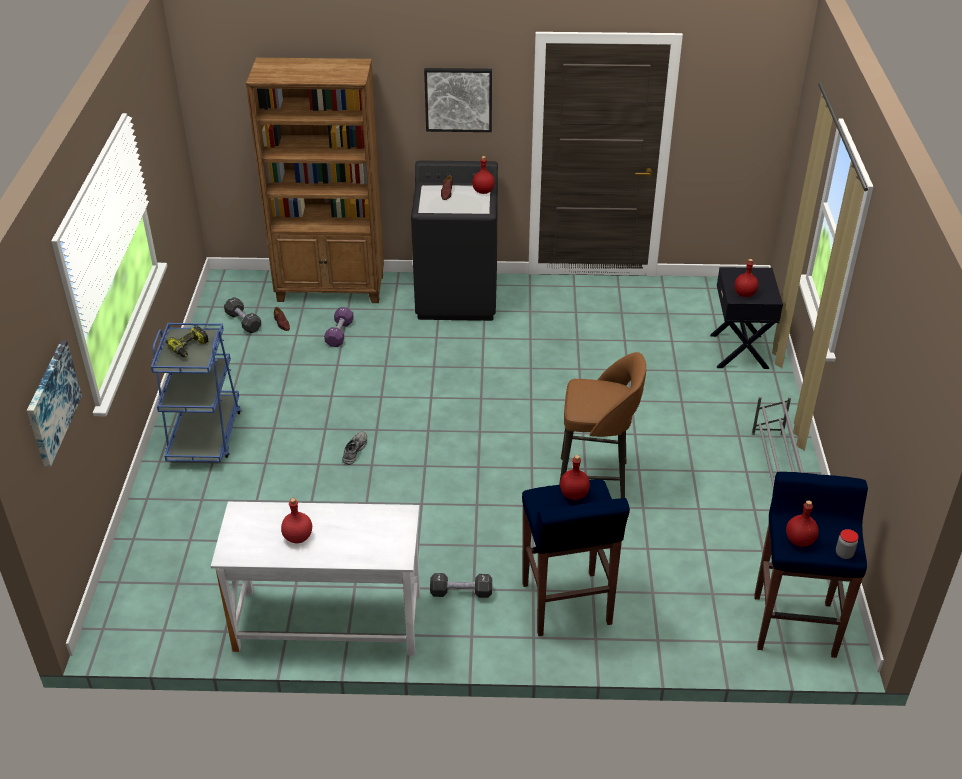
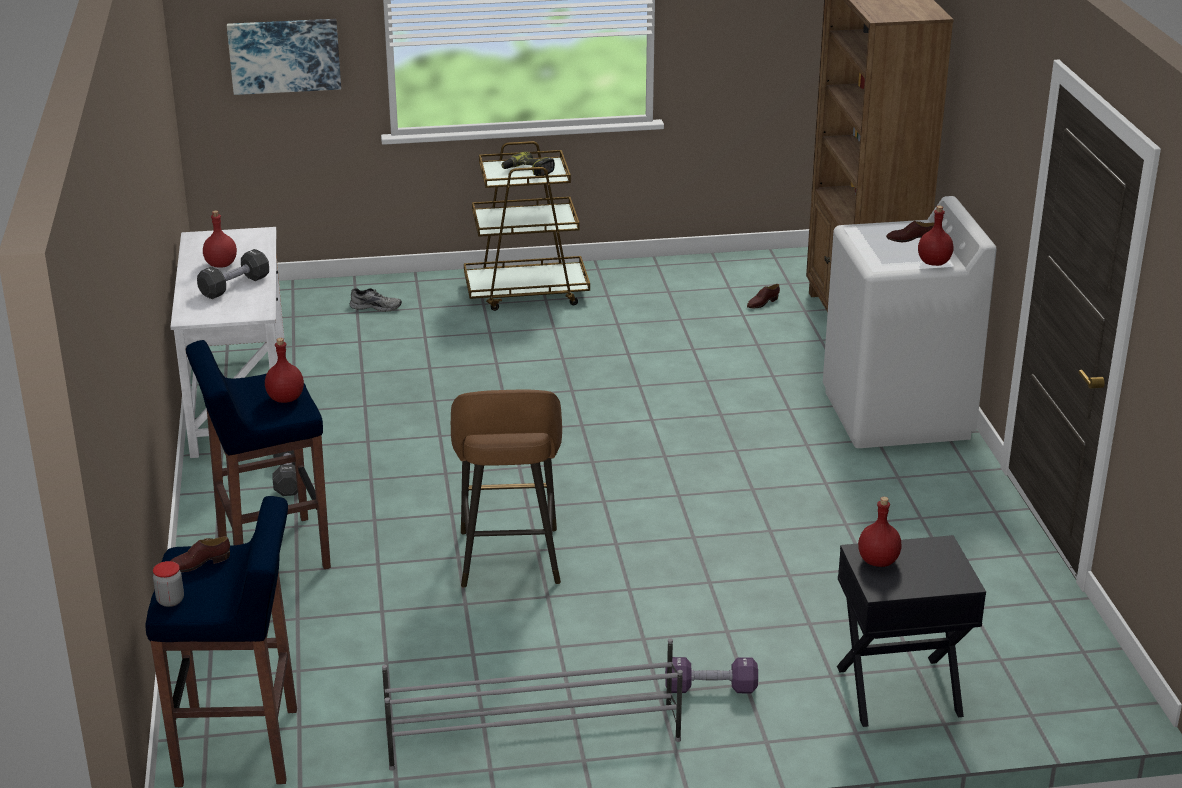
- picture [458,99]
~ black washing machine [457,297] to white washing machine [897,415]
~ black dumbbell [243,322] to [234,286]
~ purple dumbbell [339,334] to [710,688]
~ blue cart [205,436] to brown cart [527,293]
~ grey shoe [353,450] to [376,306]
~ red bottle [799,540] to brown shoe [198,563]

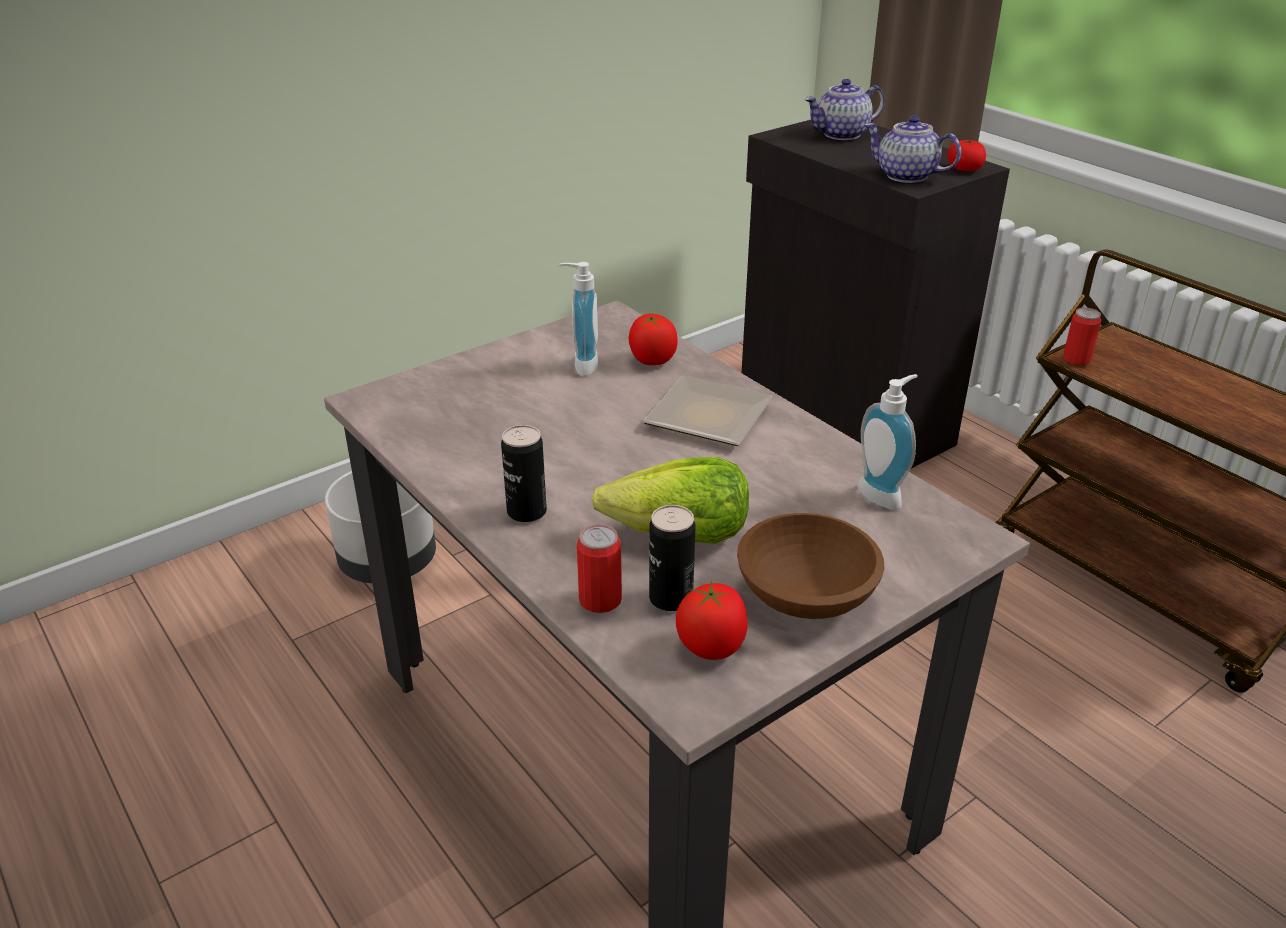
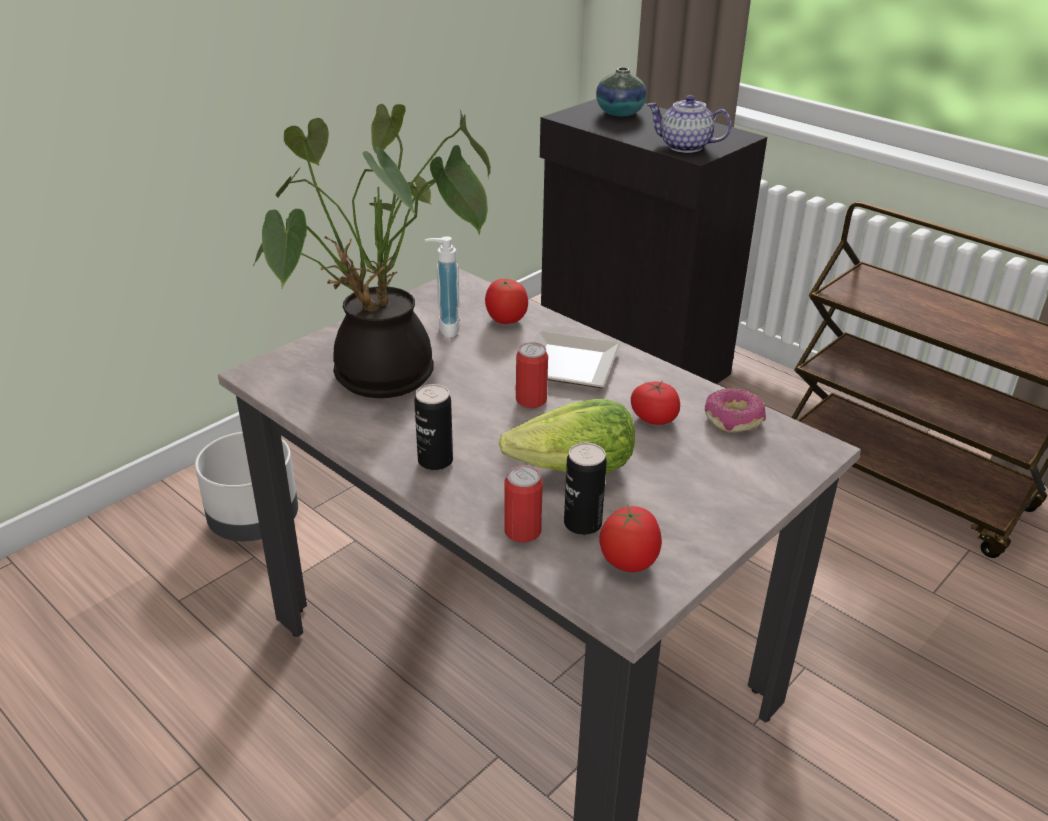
~ teapot [841,134] to vase [620,113]
~ tomato [964,169] to [654,417]
~ can [1076,359] to [531,400]
~ soap dispenser [883,494] to donut [733,419]
- brown bowl [803,594]
+ potted plant [382,381]

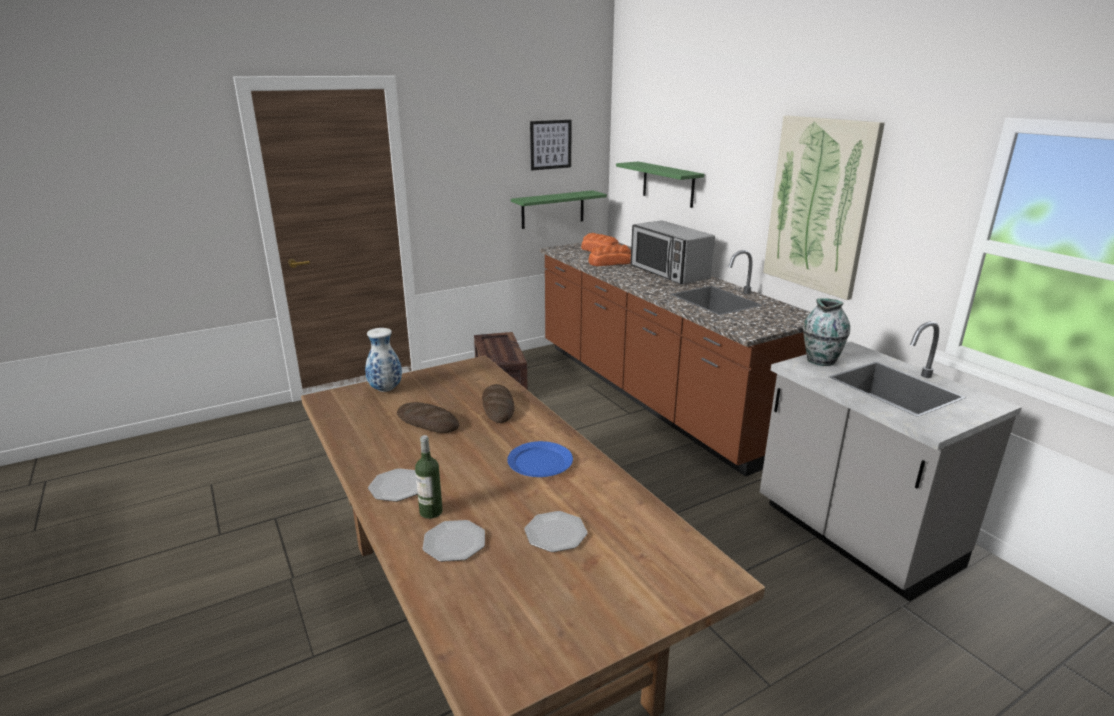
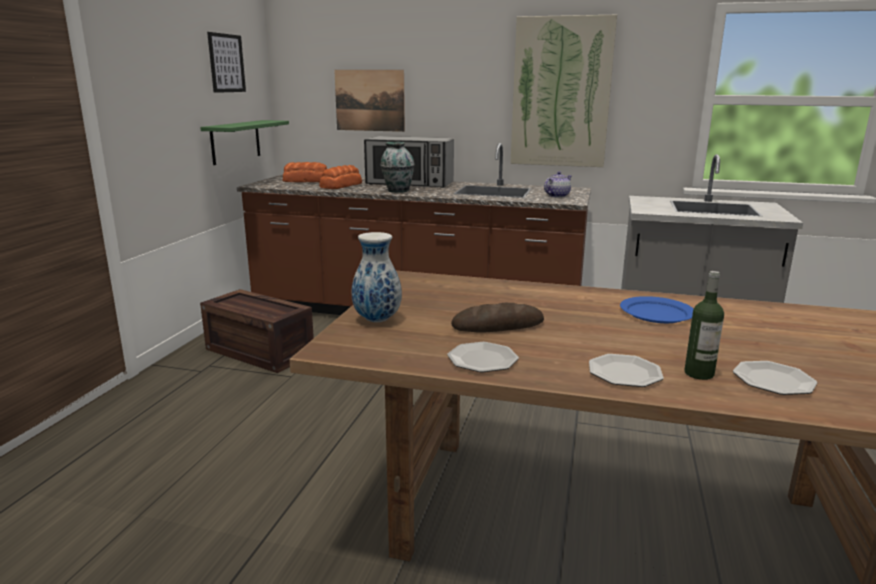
~ green shelf [668,184] to picture [369,100]
~ vase [821,360] to [398,190]
- bread [498,407]
~ plate [555,533] to [482,360]
+ teapot [556,196]

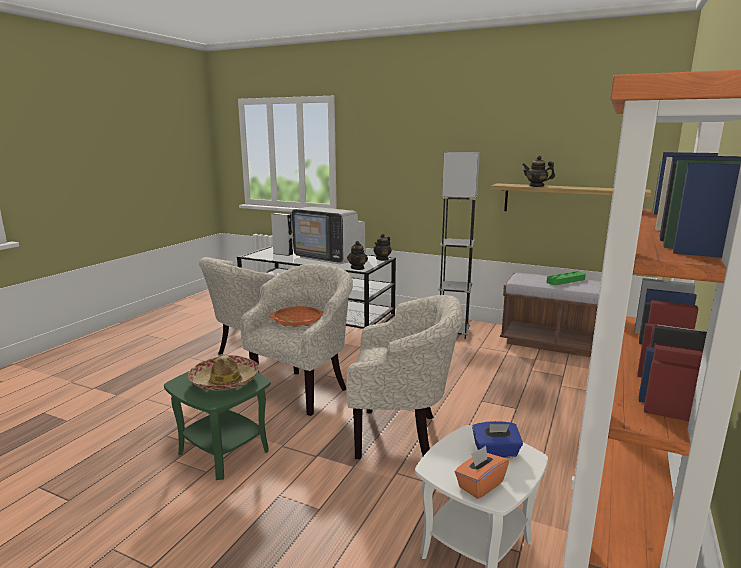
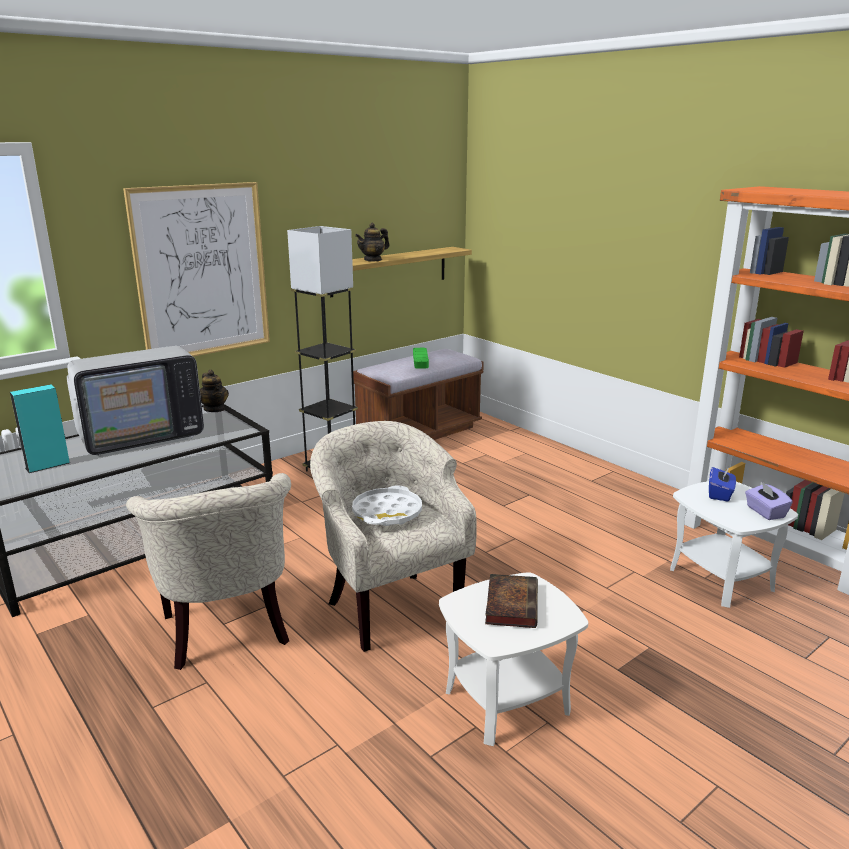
~ grey speaker [283,254] to turquoise speaker [48,465]
- teapot [357,268]
- beige armchair [402,436]
~ orange tray [297,320] to white tray [387,513]
~ hat [225,381] to book [511,603]
~ green side table [224,451] to white side table [507,700]
~ orange tissue box [480,485] to purple tissue box [765,512]
+ picture [202,271]

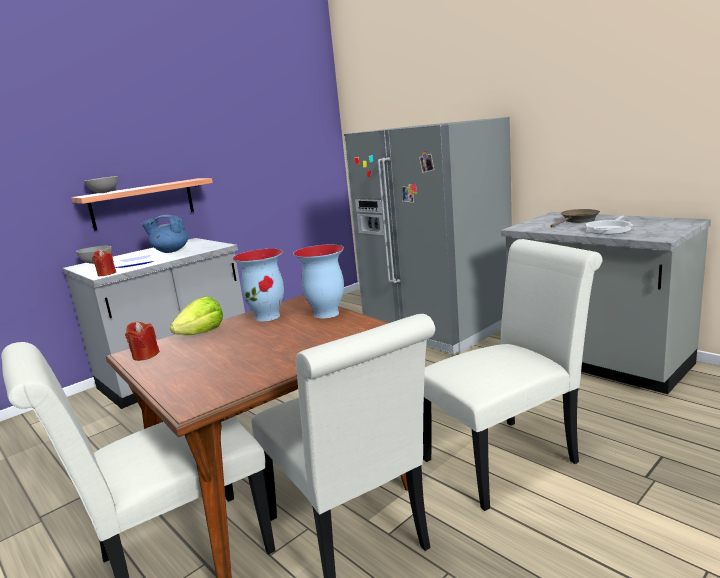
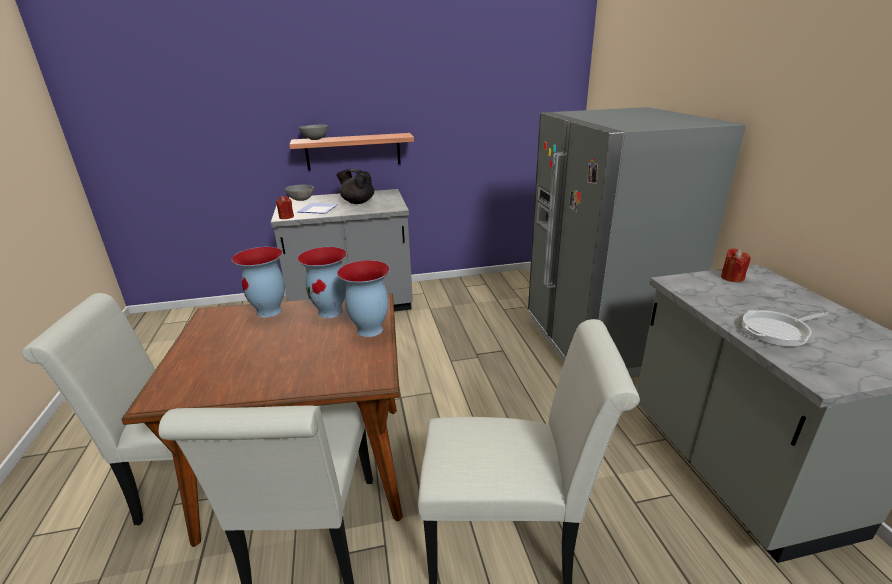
- brown frying pan [578,220]
~ blue teapot [170,251] to black teapot [357,202]
~ lettuce [202,333] to vase [270,311]
~ red candle [145,355] to [732,278]

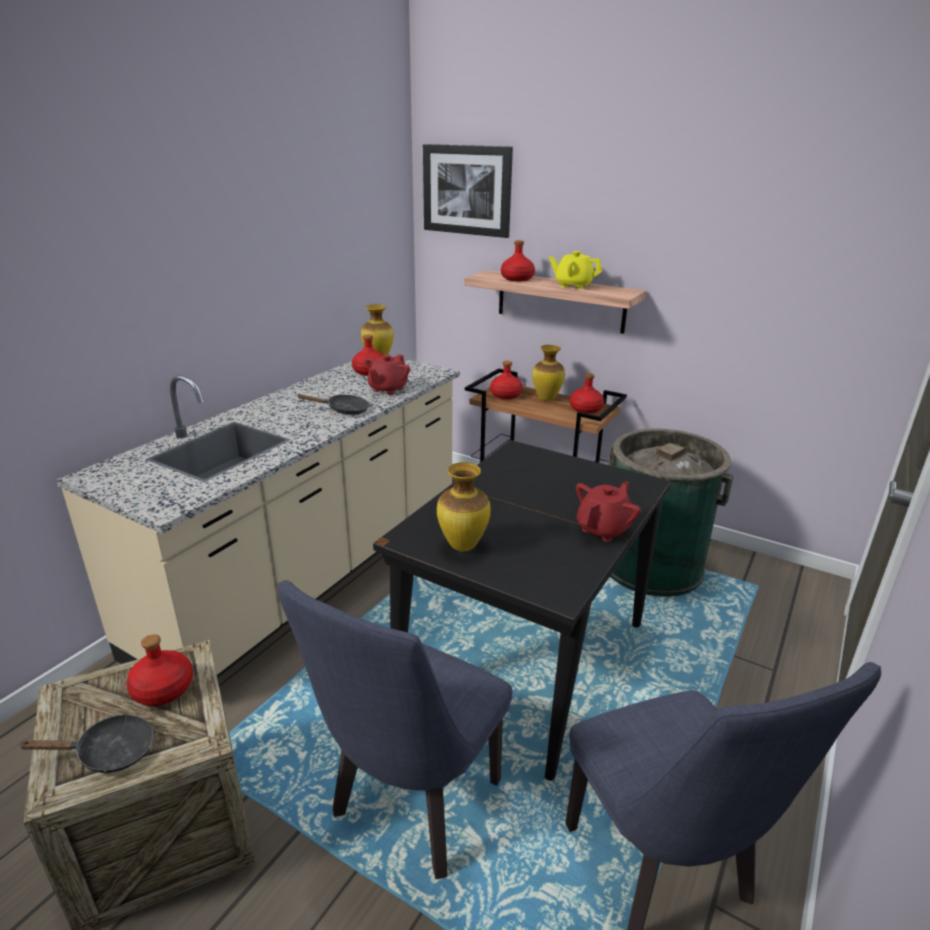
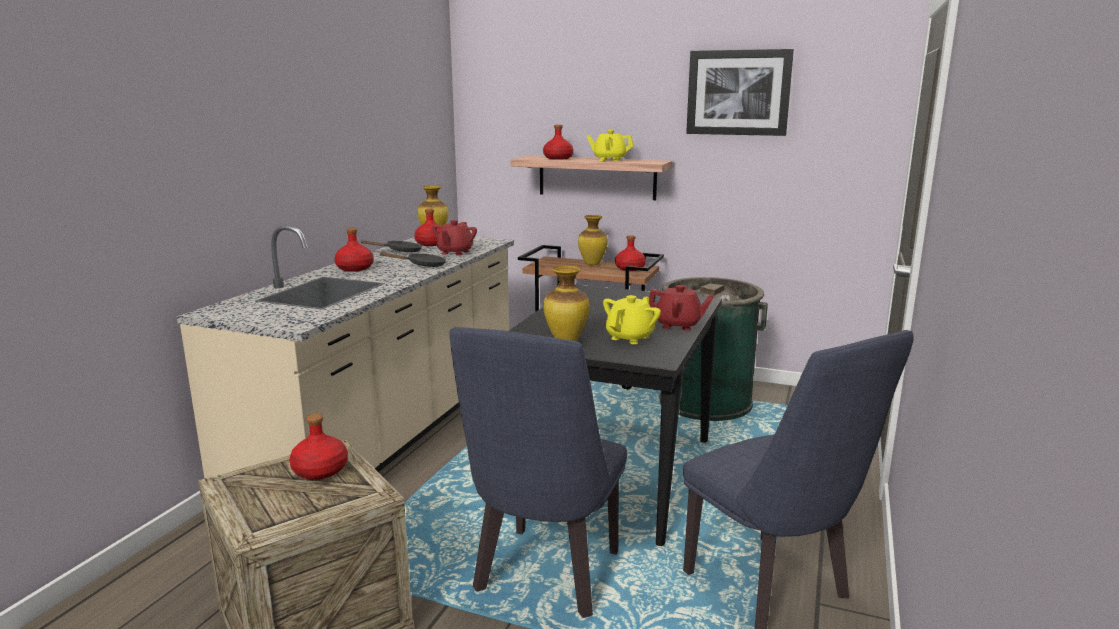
~ picture [467,190] to [738,93]
~ red bottle [506,395] to [355,268]
~ red teapot [603,529] = [678,325] 75 degrees clockwise
~ black frying pan [109,752] to [400,251]
+ yellow teapot [630,337]

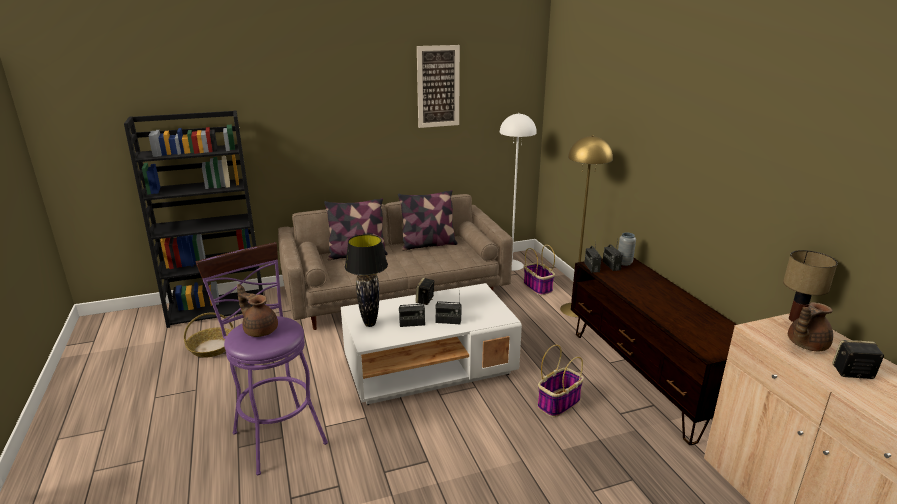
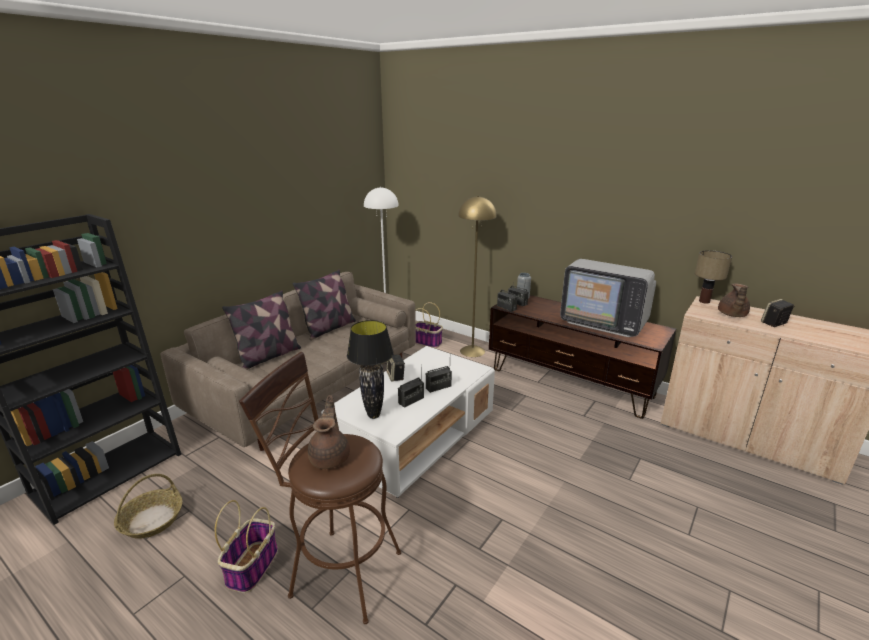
- picture [438,86]
~ purple stool [276,433] to brown stool [338,571]
~ brown teapot [260,330] = [330,457] 90 degrees clockwise
~ basket [559,402] to [252,566]
+ television [604,322]

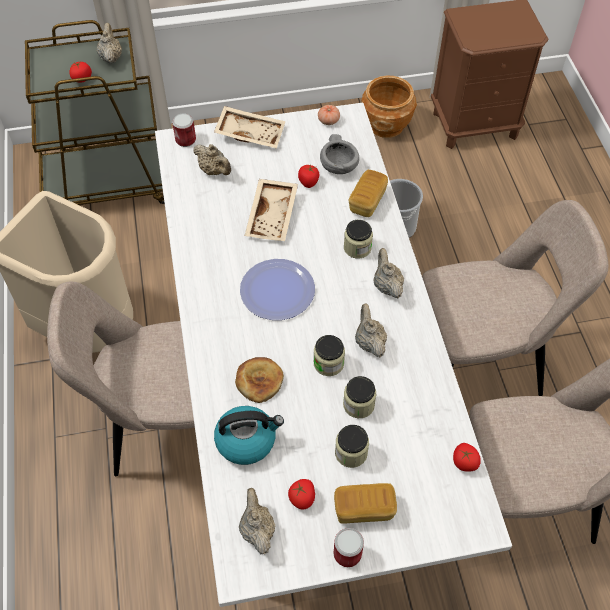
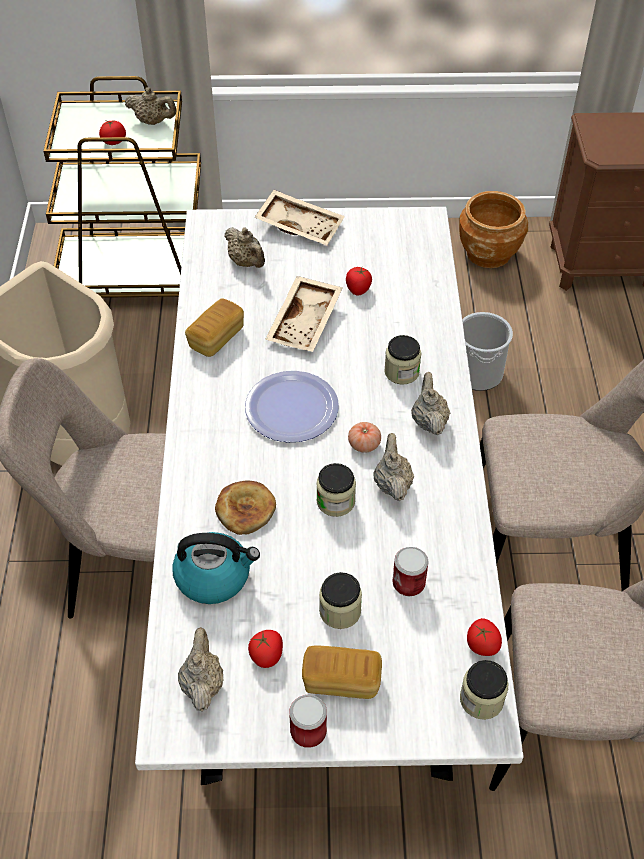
~ beige teapot [111,57] = [153,122] 105 degrees clockwise
~ tomato [328,120] to [364,444]
~ can [185,140] to [408,583]
- grey bowl [339,166]
~ bread [367,201] to [216,338]
~ jar [358,404] to [481,699]

